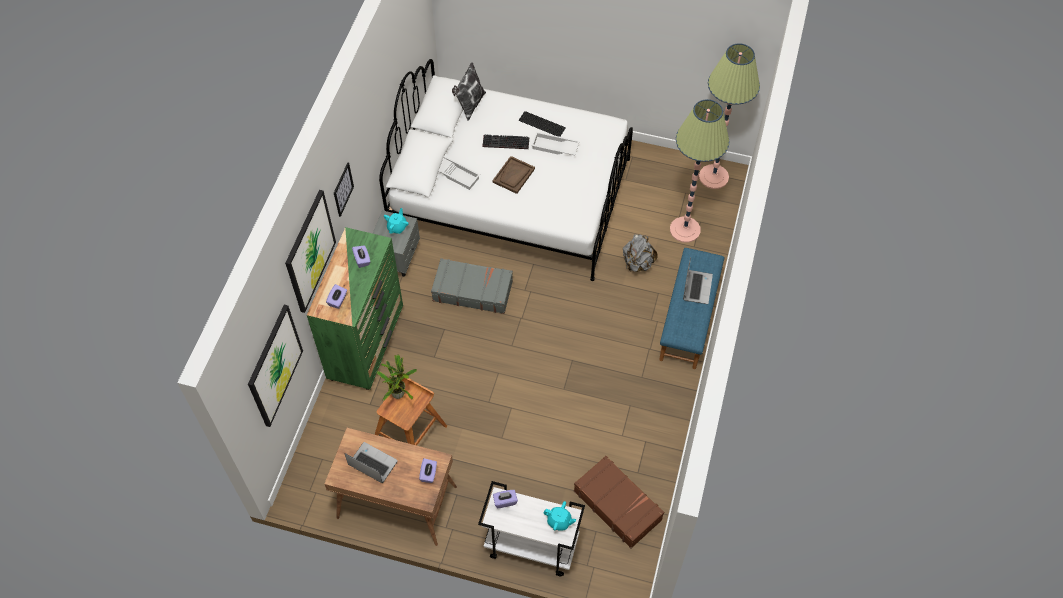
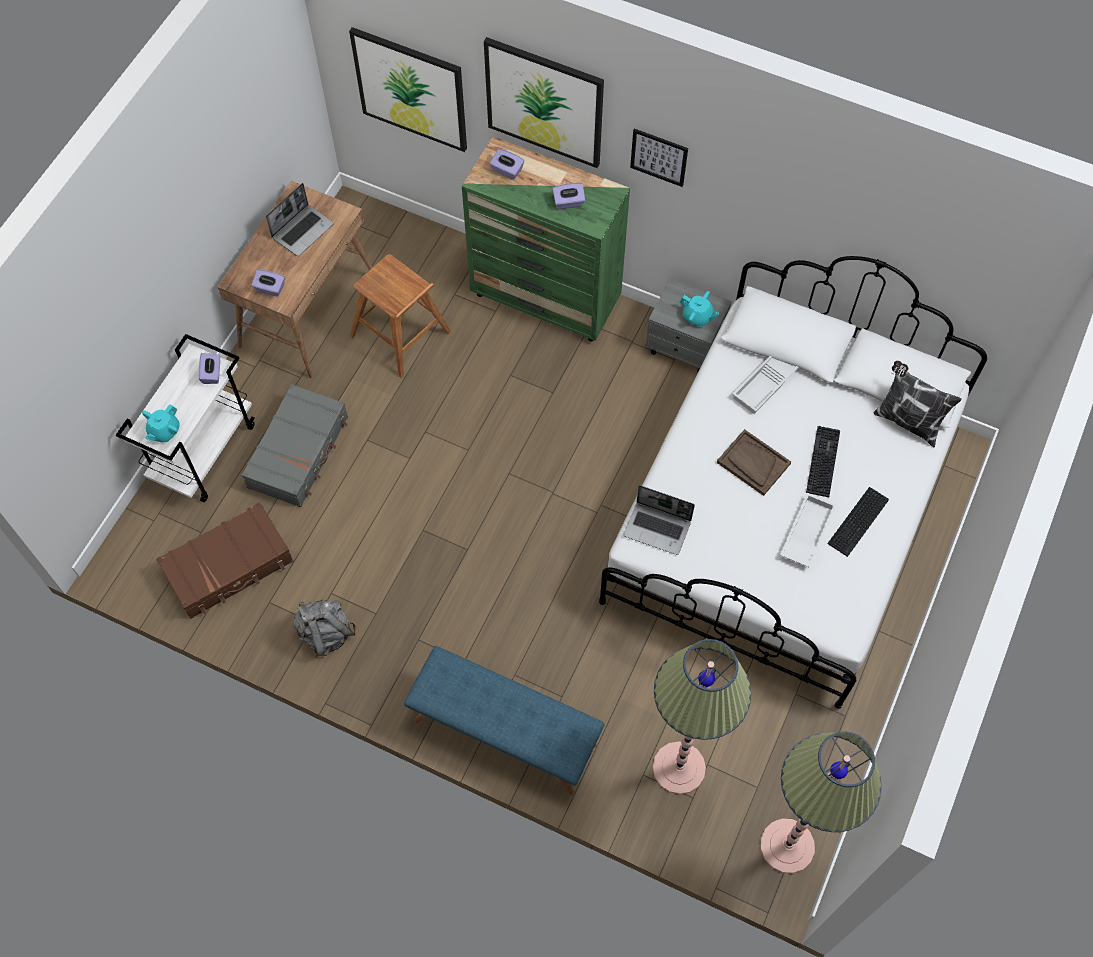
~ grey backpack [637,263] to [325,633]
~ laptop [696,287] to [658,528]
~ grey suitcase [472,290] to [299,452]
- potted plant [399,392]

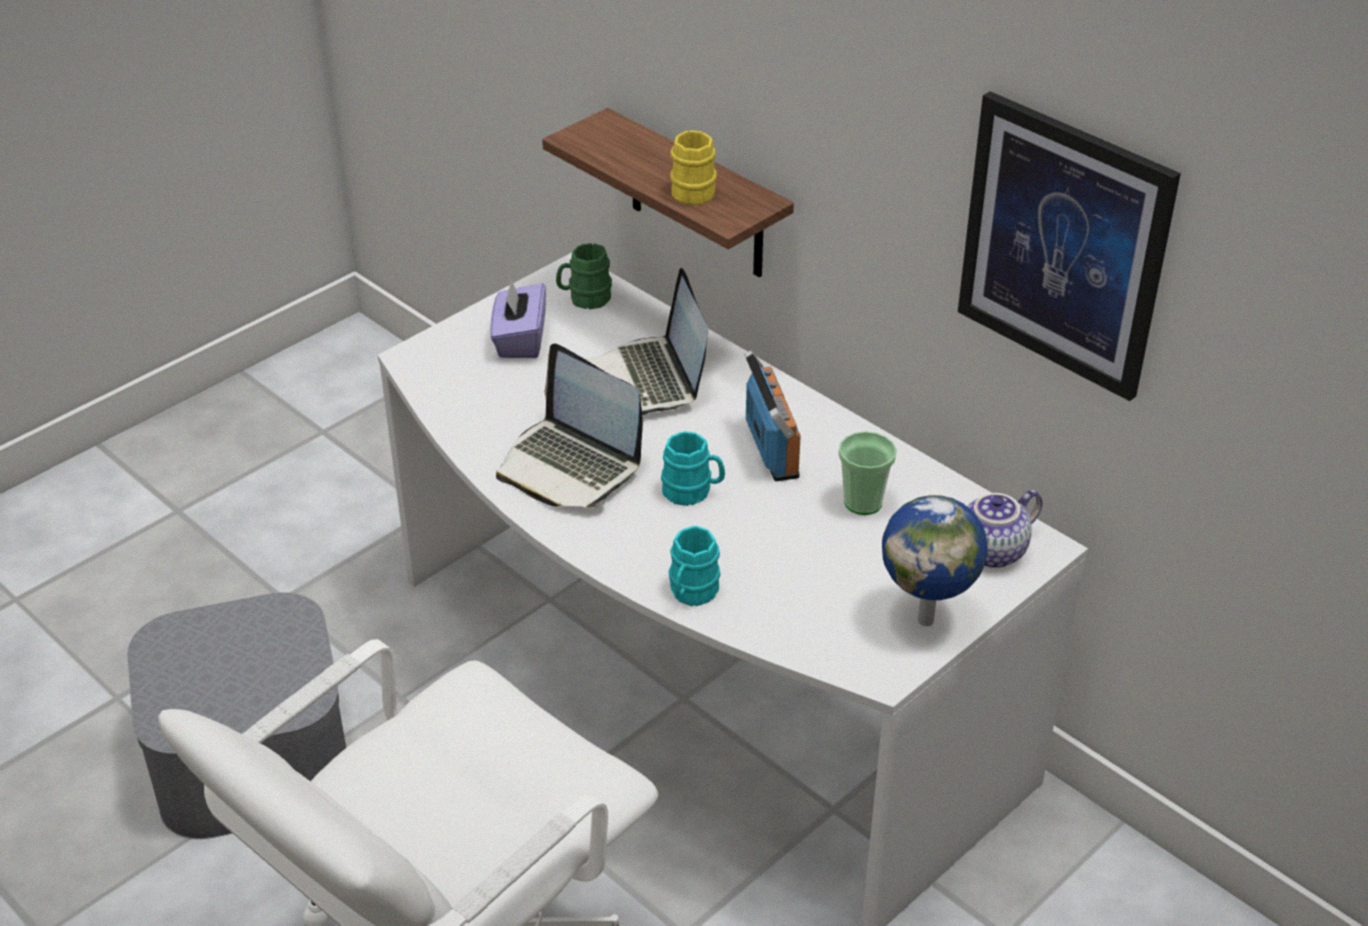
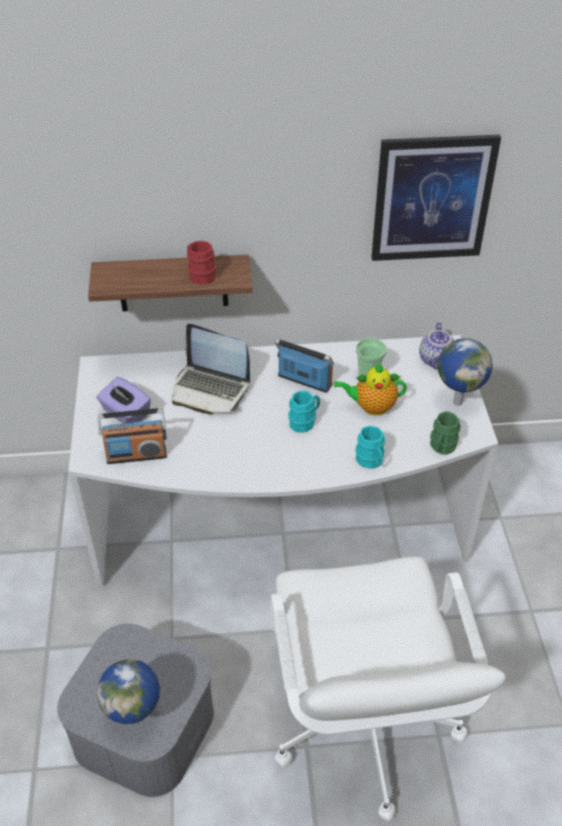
~ yellow mug [694,189] to red mug [200,274]
~ green mug [584,298] to [441,447]
- laptop [570,466]
+ teapot [371,407]
+ radio [136,455]
+ globe [136,719]

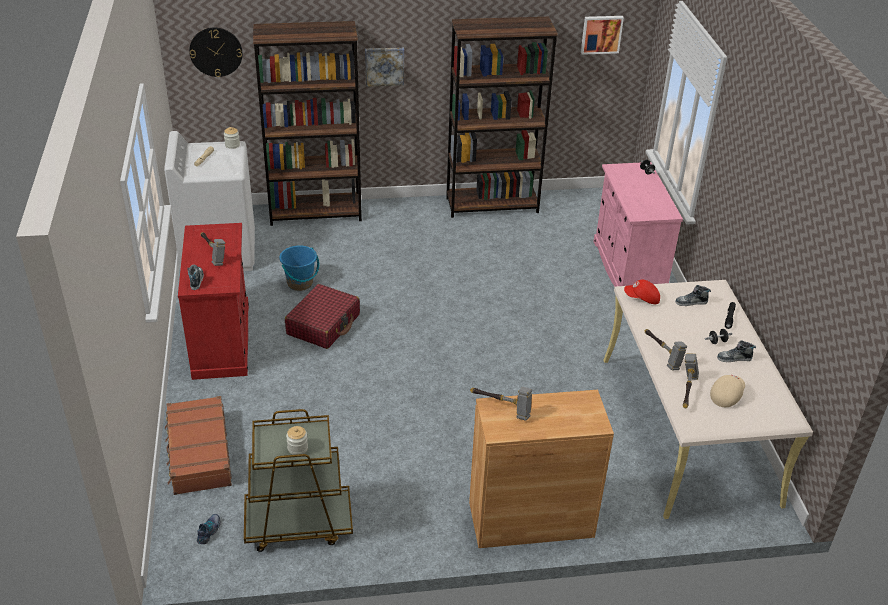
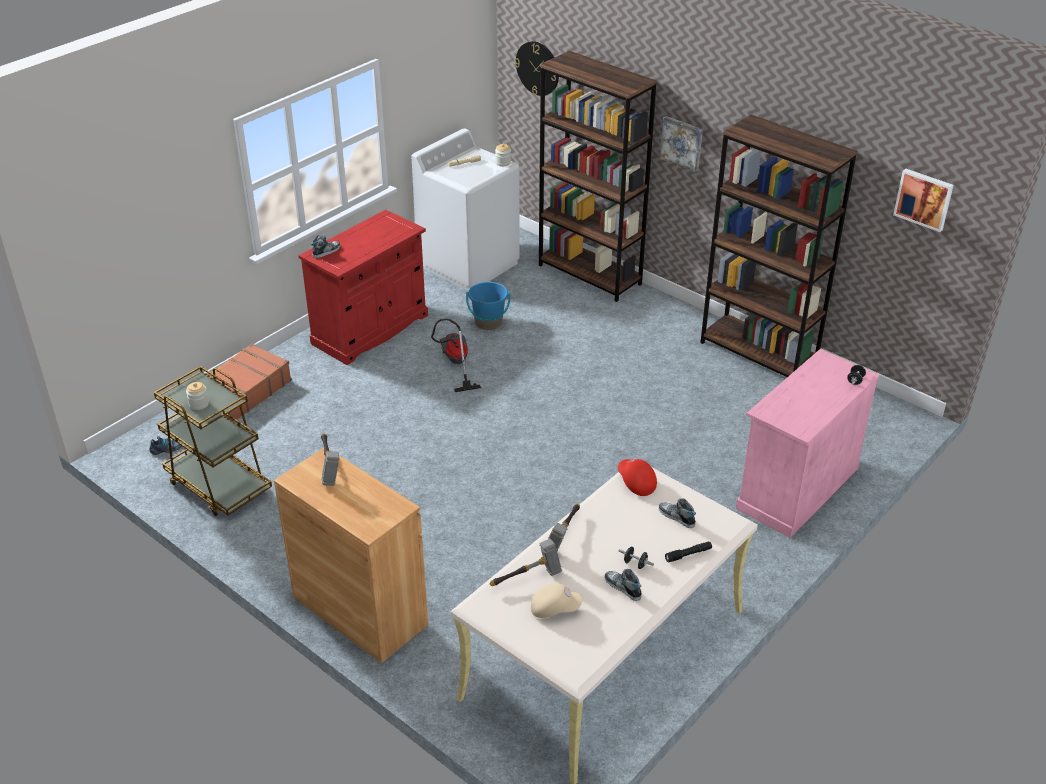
- hammer [212,253]
~ red suitcase [323,324] to vacuum cleaner [455,363]

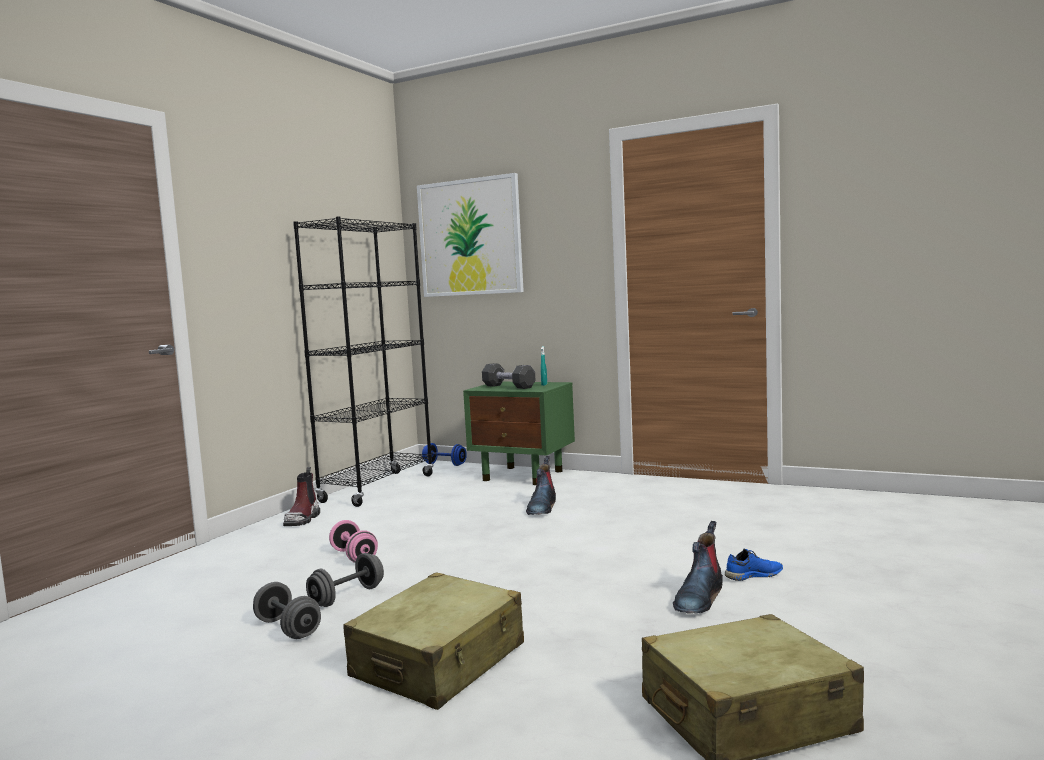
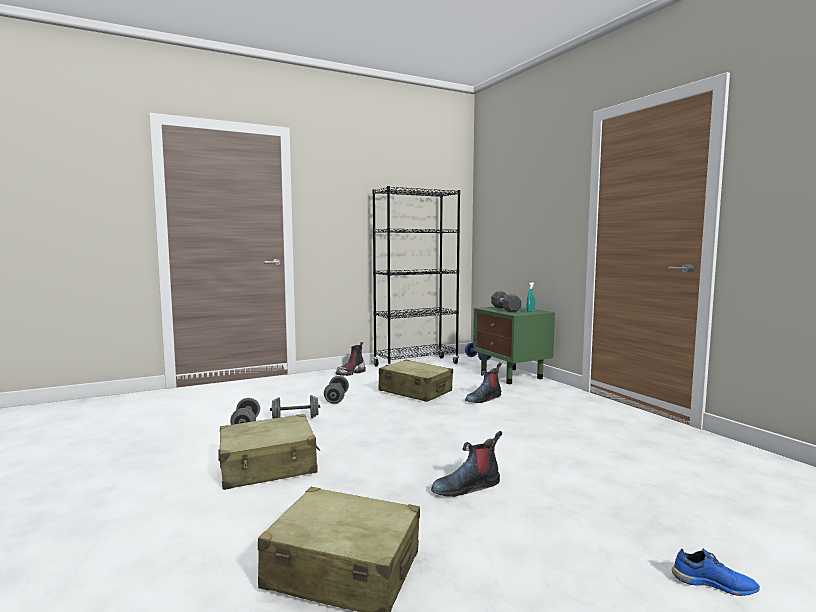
- picture [470,237]
~ pink dumbbell [354,556] to grey dumbbell [336,399]
~ blue shoe [753,575] to [713,584]
+ beige suitcase [415,391]

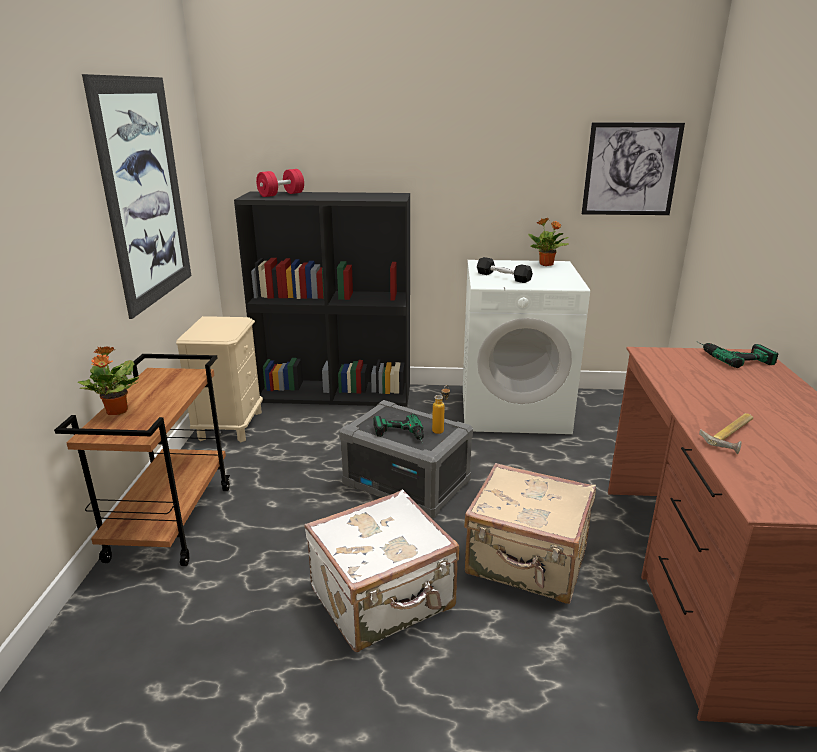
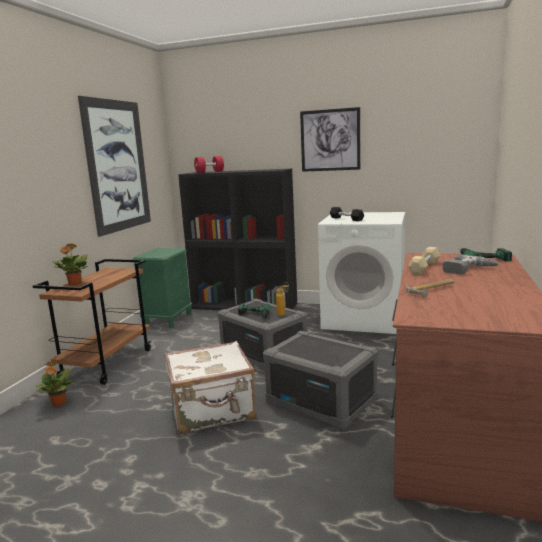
~ picture [631,169] to [330,140]
~ potted plant [546,264] to [59,404]
~ beige nightstand [230,425] to green nightstand [168,319]
~ beige suitcase [527,562] to grey storage box [321,400]
+ beige dumbbell [424,267]
+ power drill [469,270]

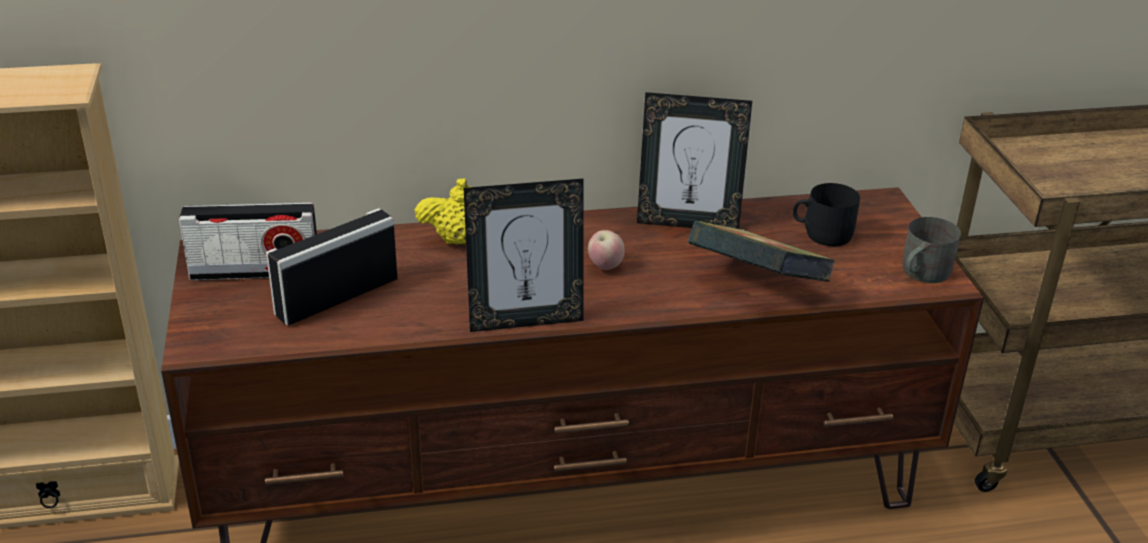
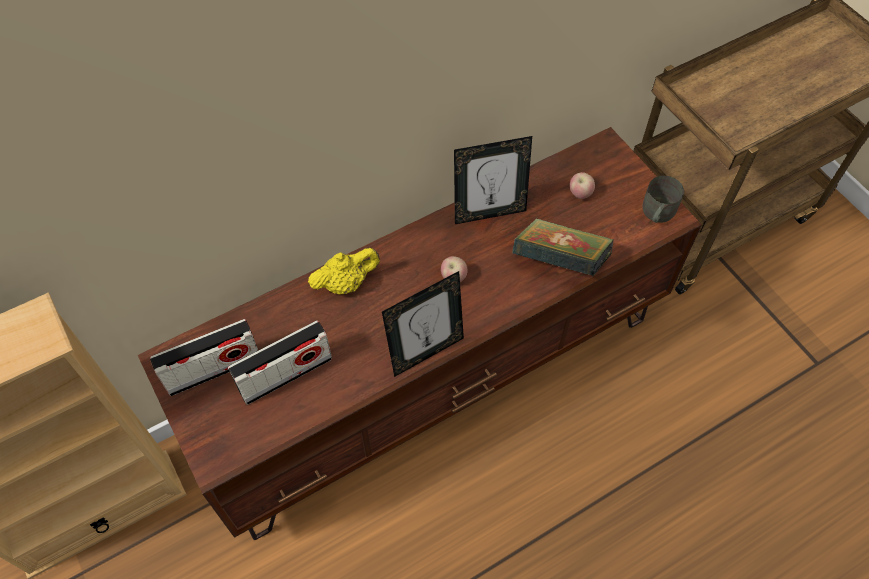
~ black mug [821,233] to apple [580,194]
~ radio [337,297] = [286,375] 150 degrees counterclockwise

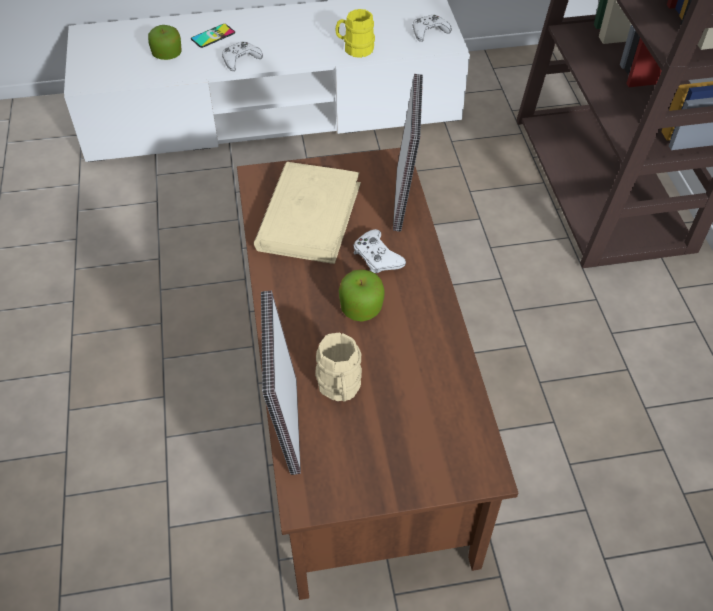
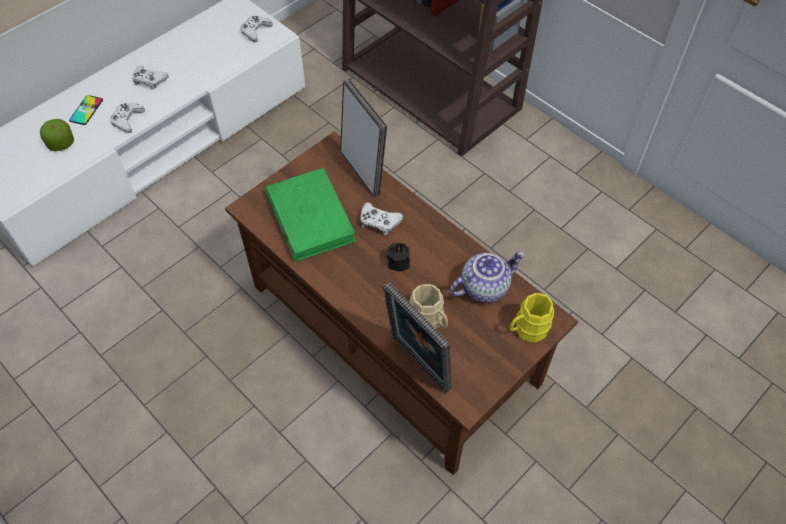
~ yellow mug [355,48] to [527,329]
~ beige book [309,216] to green book [310,217]
~ apple [361,308] to black candle [398,261]
+ white game controller [149,80]
+ teapot [484,286]

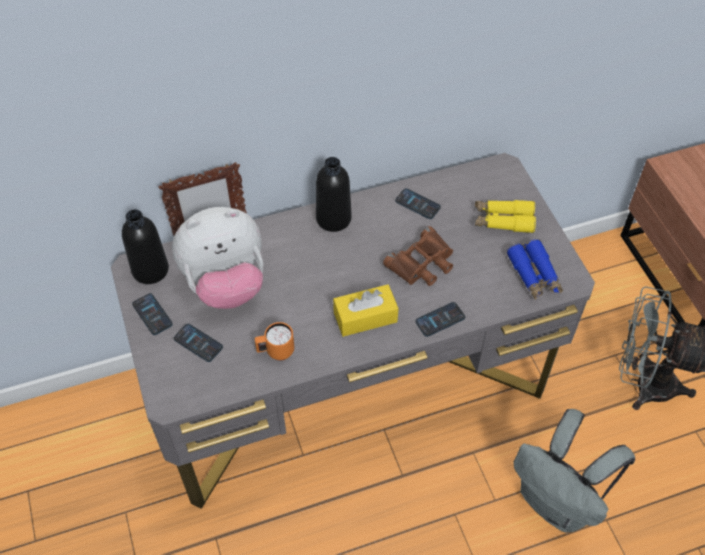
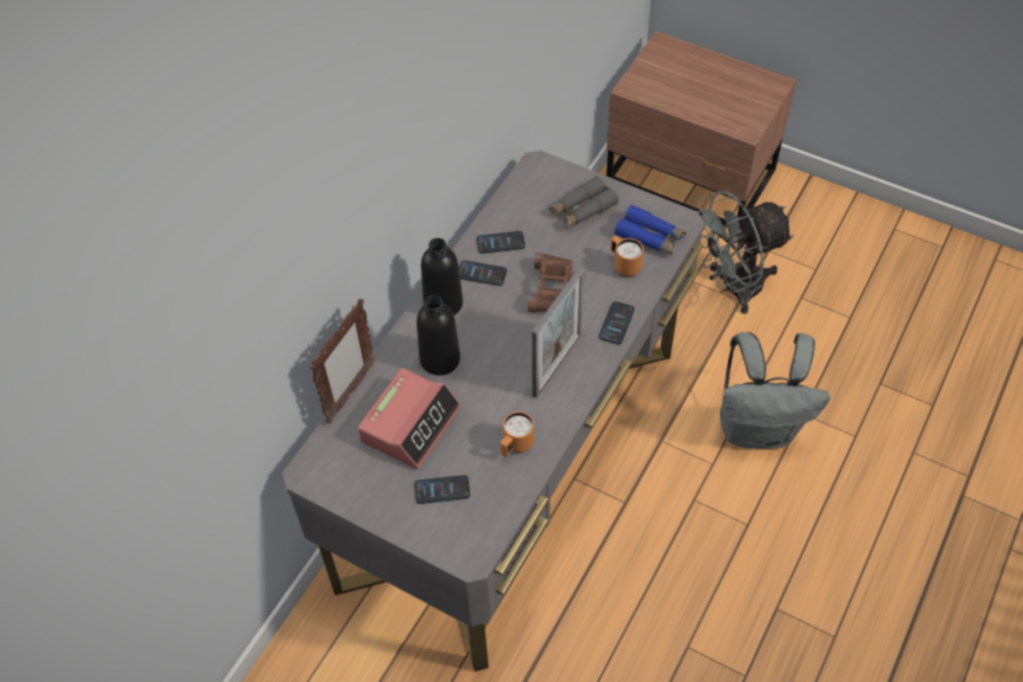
~ yellow binoculars [503,220] to grey binoculars [582,209]
~ plush toy [226,284] to alarm clock [410,424]
~ black bottle [150,270] to [440,359]
~ yellow tissue box [365,317] to picture frame [557,364]
~ phone [152,314] to [481,274]
+ orange mug [624,266]

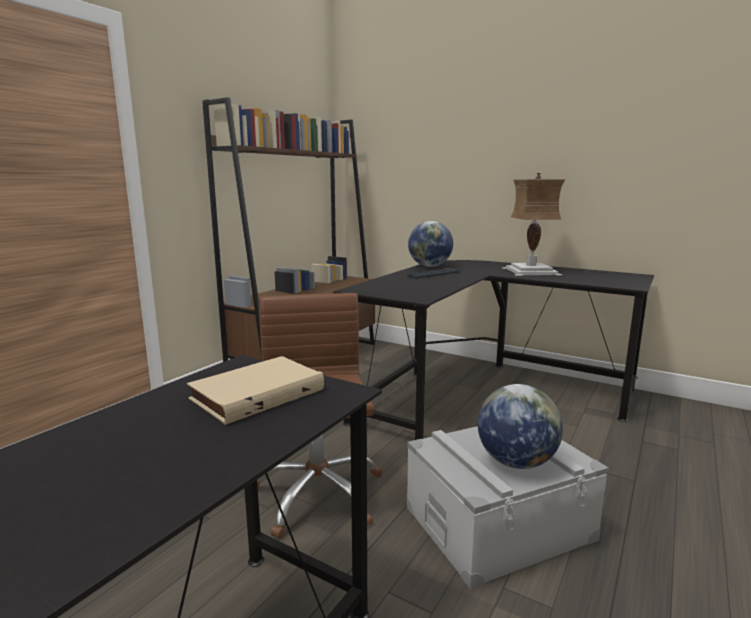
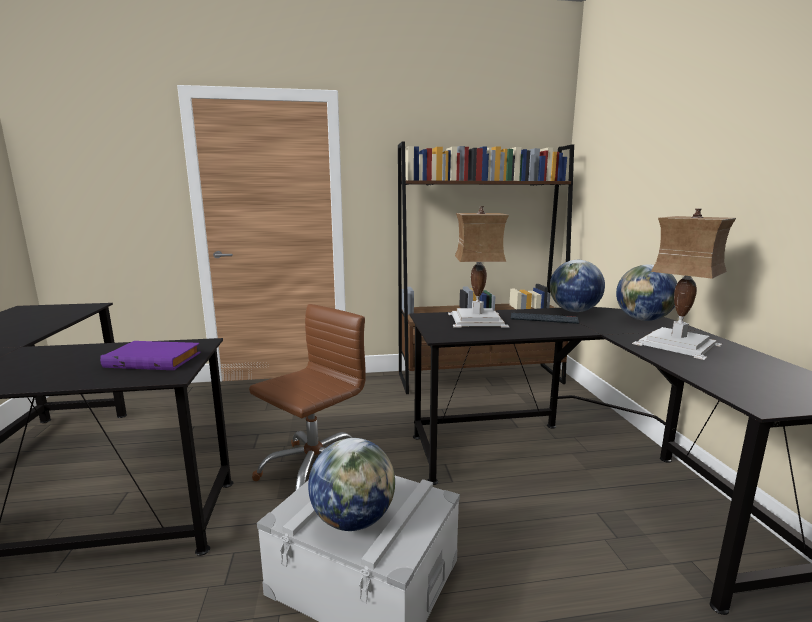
~ beige book [257,393] to purple book [155,359]
+ table lamp [478,319]
+ globe [643,319]

